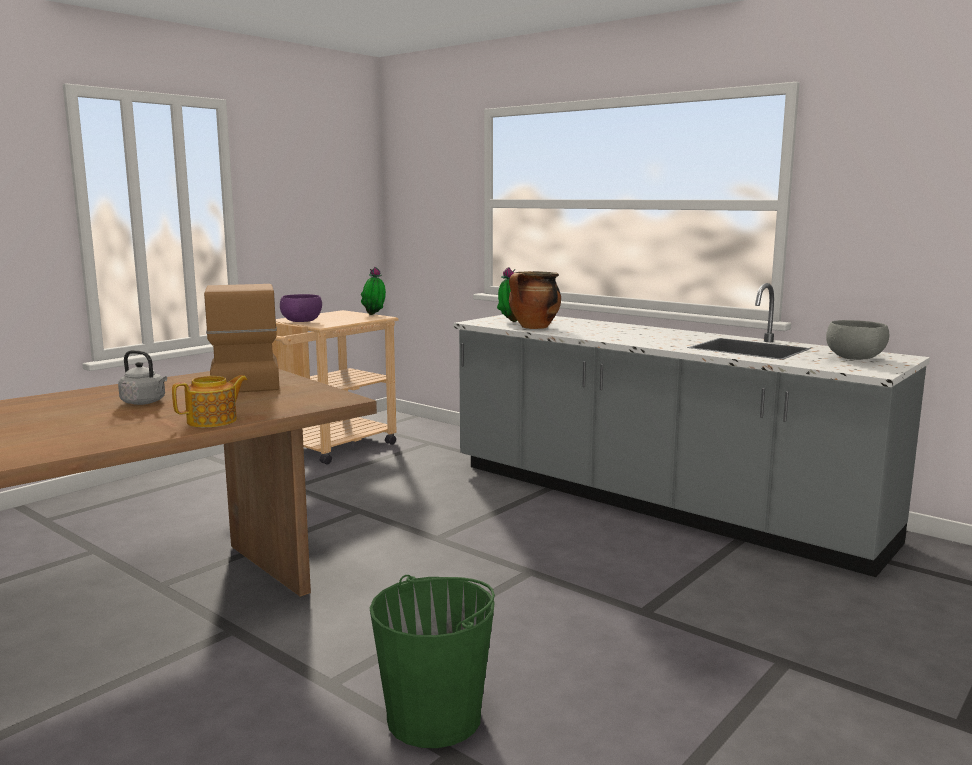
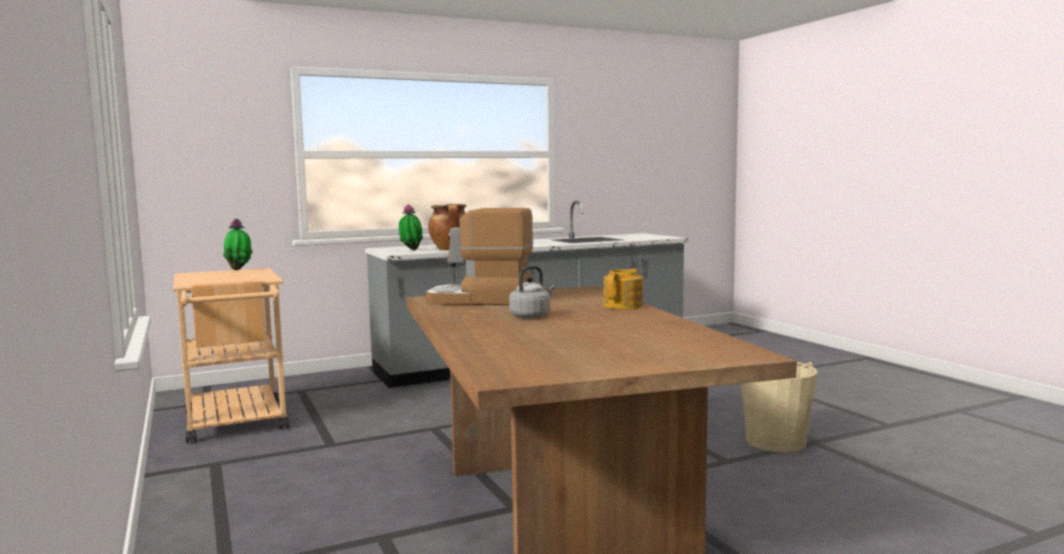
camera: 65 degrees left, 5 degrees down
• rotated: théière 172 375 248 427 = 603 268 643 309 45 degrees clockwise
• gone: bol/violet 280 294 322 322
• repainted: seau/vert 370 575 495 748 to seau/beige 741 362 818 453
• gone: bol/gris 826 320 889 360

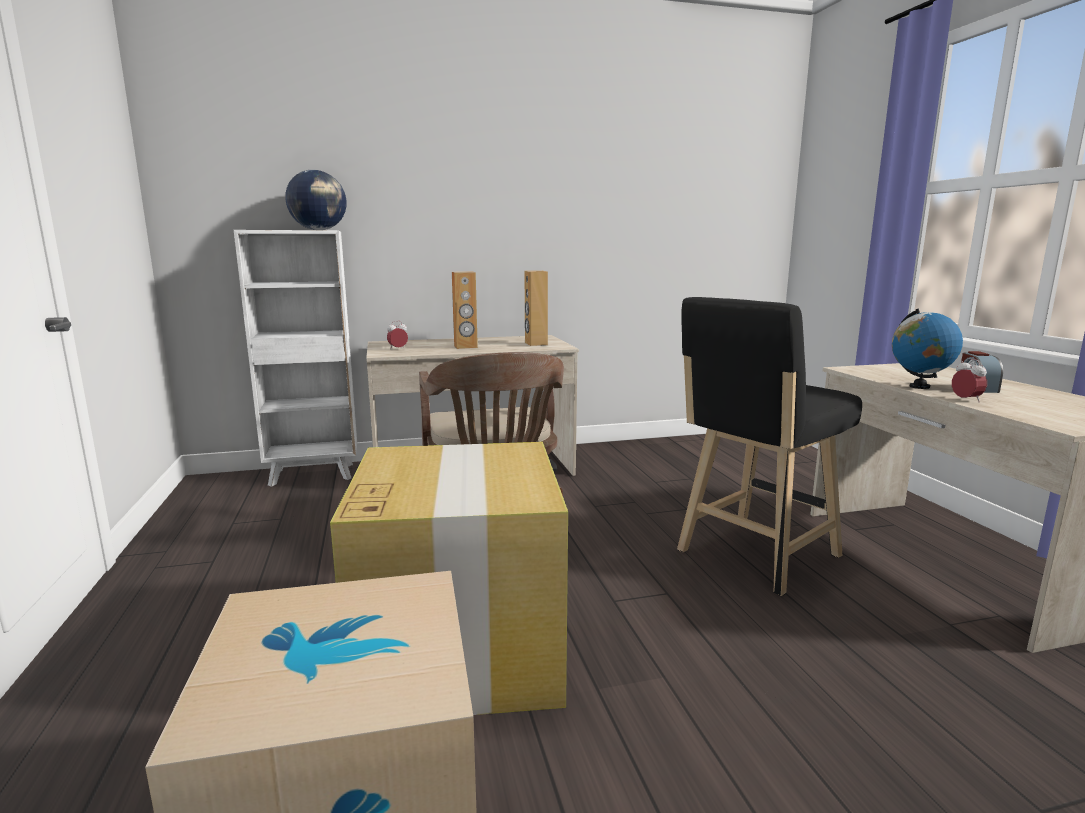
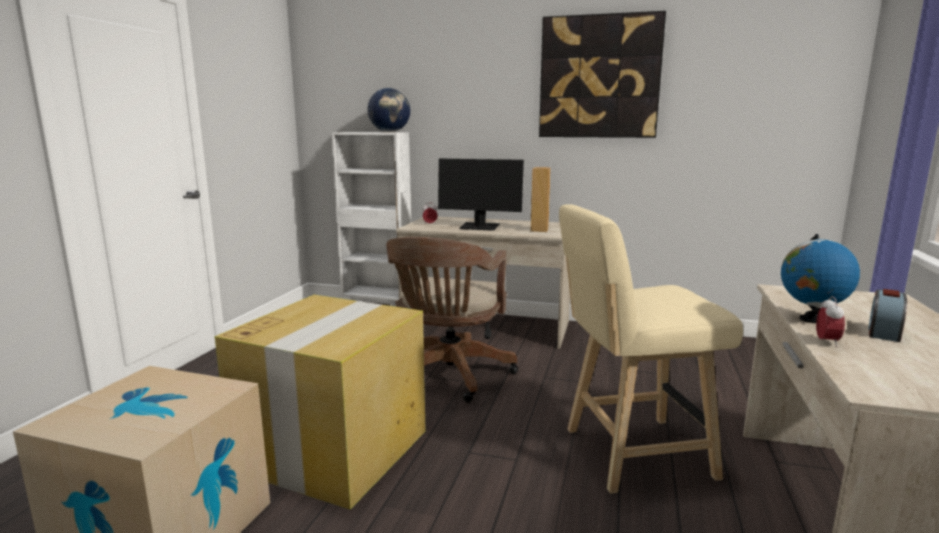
camera: 30 degrees right, 0 degrees up
• swapped: enceinte/marron 452 271 478 349 to écran d'ordinateur 438 158 524 231
• repainted: tabouret/noir 677 297 862 596 to tabouret/beige 559 204 743 494
• new: tableau 539 11 666 138

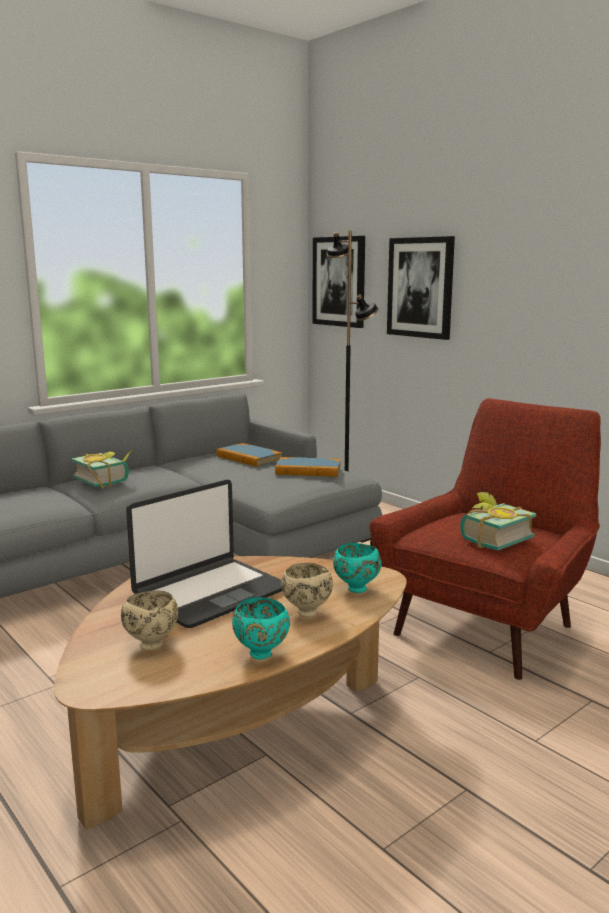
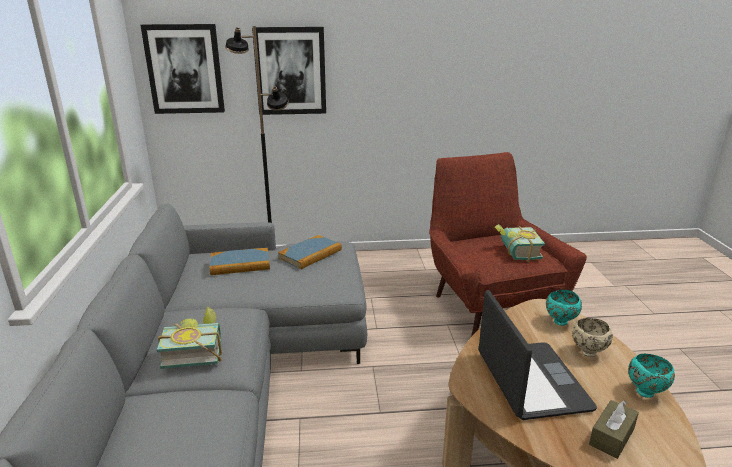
camera: 55 degrees left, 10 degrees up
• swapped: bol/beige 121 590 178 651 to boîte à mouchoirs/marron 589 400 639 459

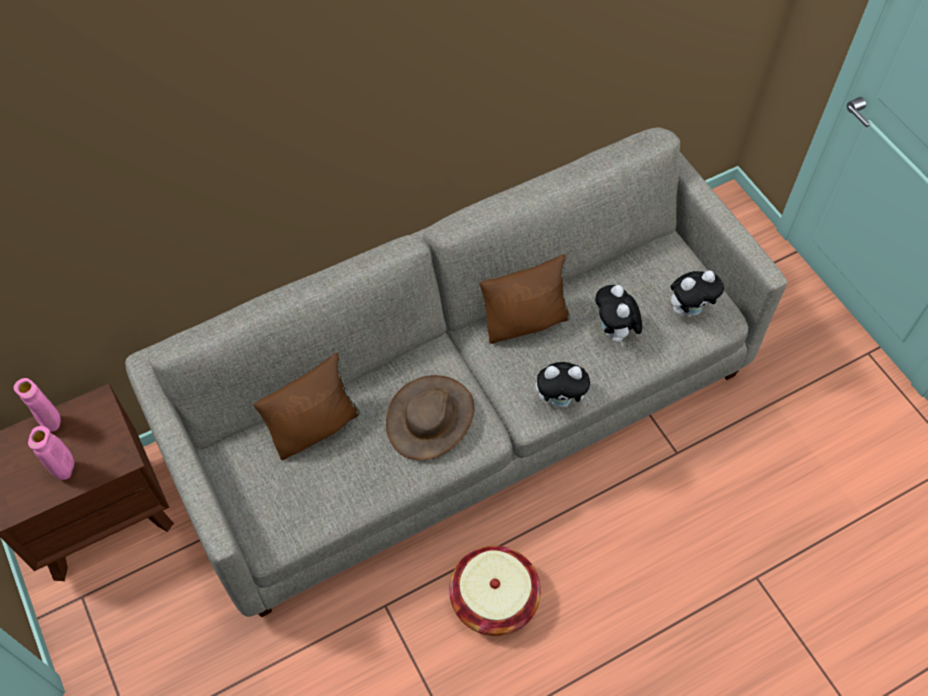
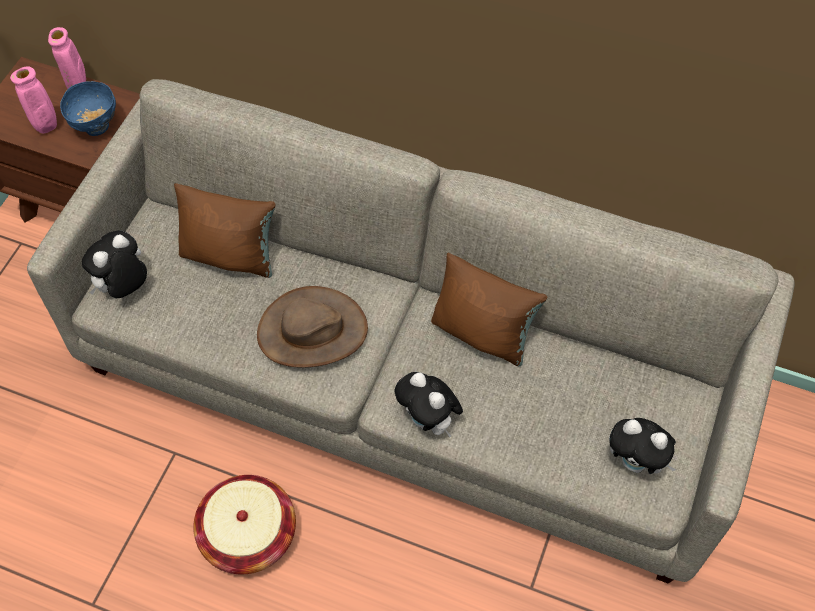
camera: 50 degrees right, 0 degrees up
• shifted: peluche 595 285 642 347 to 82 230 147 298
• new: bol/bleu 60 81 116 136

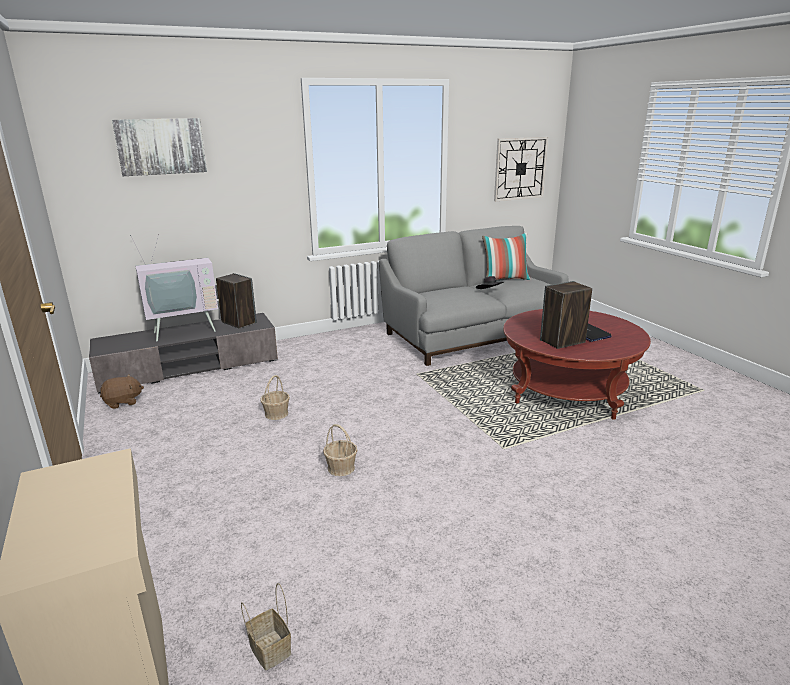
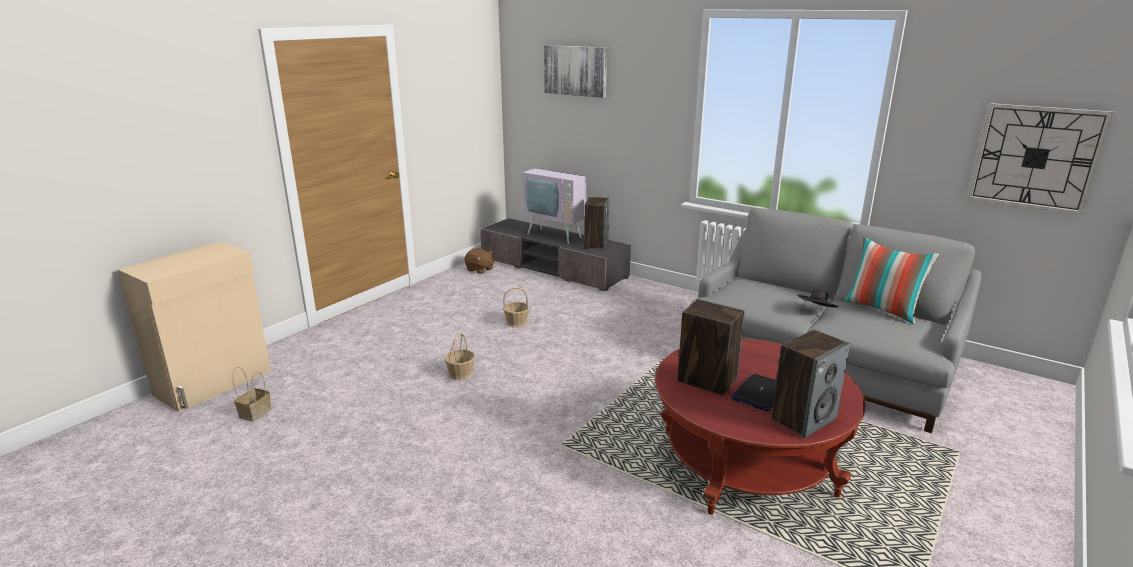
camera: 60 degrees right, 0 degrees up
• new: enceinte 771 330 850 438

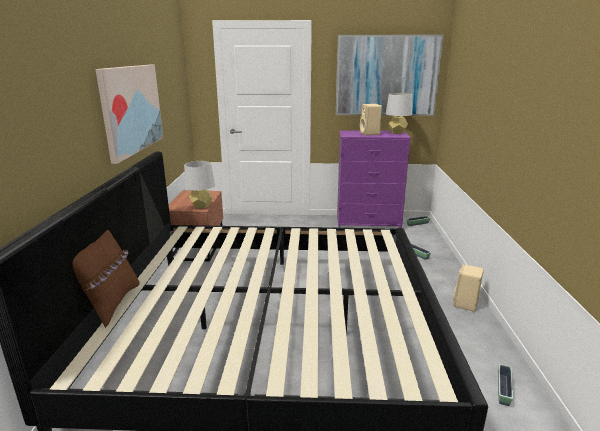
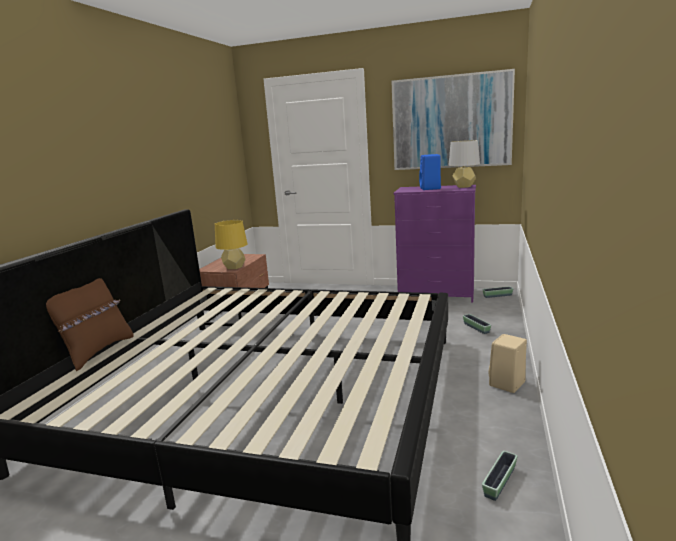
camera: 15 degrees right, 5 degrees down
• gone: tableau 96 65 163 164
• repainted: lampe de table/gris 184 161 215 208 to lampe de table/jaune 215 220 247 269
• repainted: enceinte/beige 360 104 382 135 to enceinte/bleu 419 154 441 190

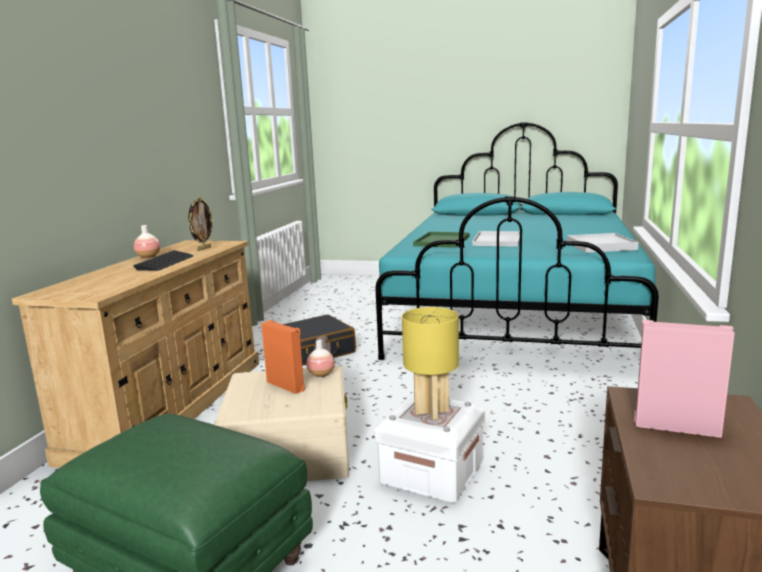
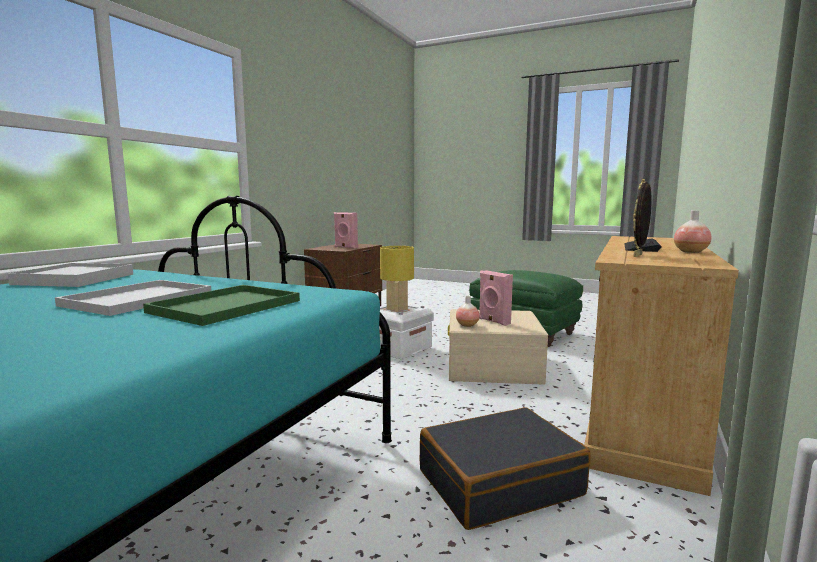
camera: 170 degrees left, 5 degrees down
• repainted: enceinte/orange 261 320 305 394 to enceinte/rose 479 270 513 326

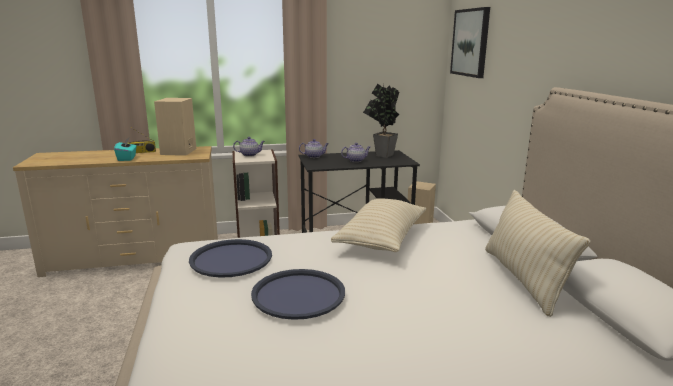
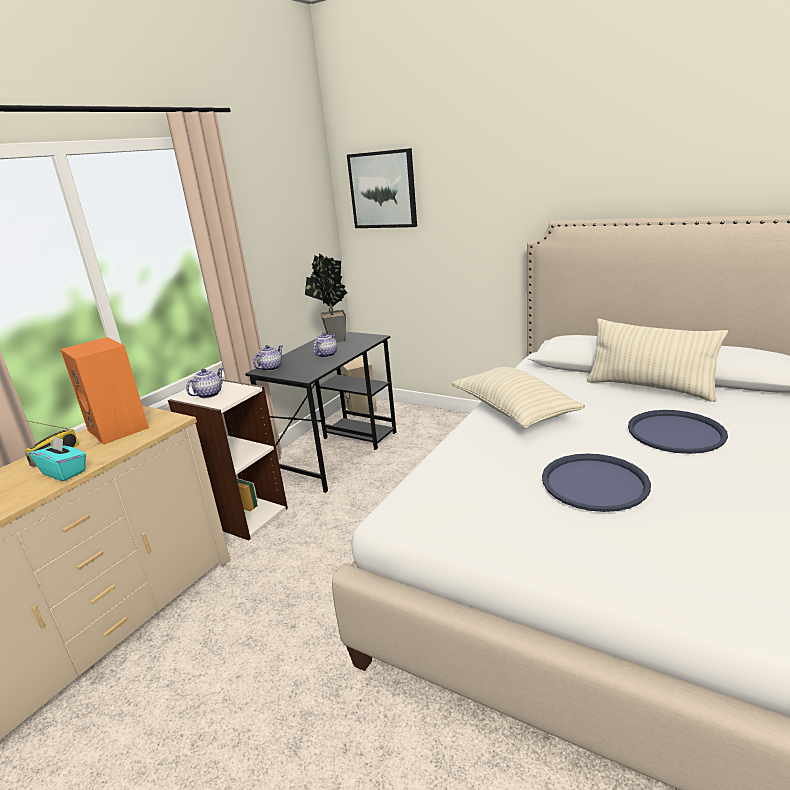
camera: 45 degrees left, 5 degrees up
• repainted: enceinte/beige 154 98 196 156 to enceinte/orange 60 337 149 445
• shifted: plateau/bleu 189 239 272 278 to 628 410 728 454

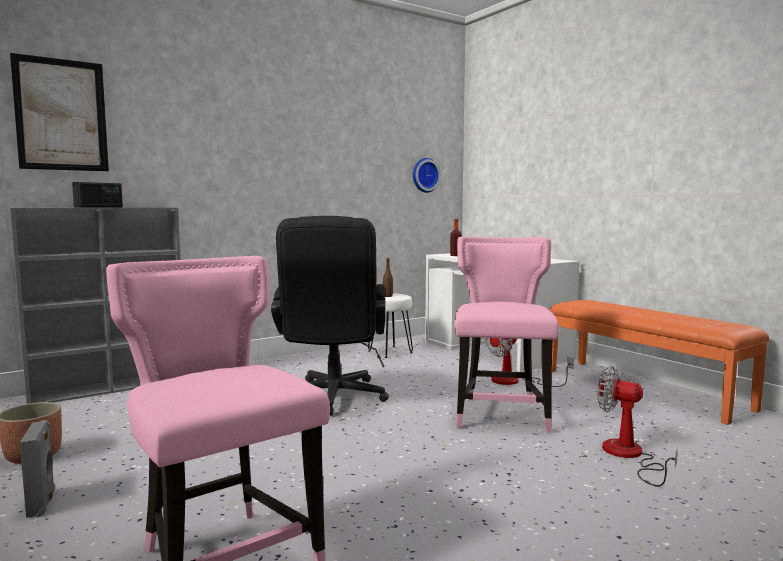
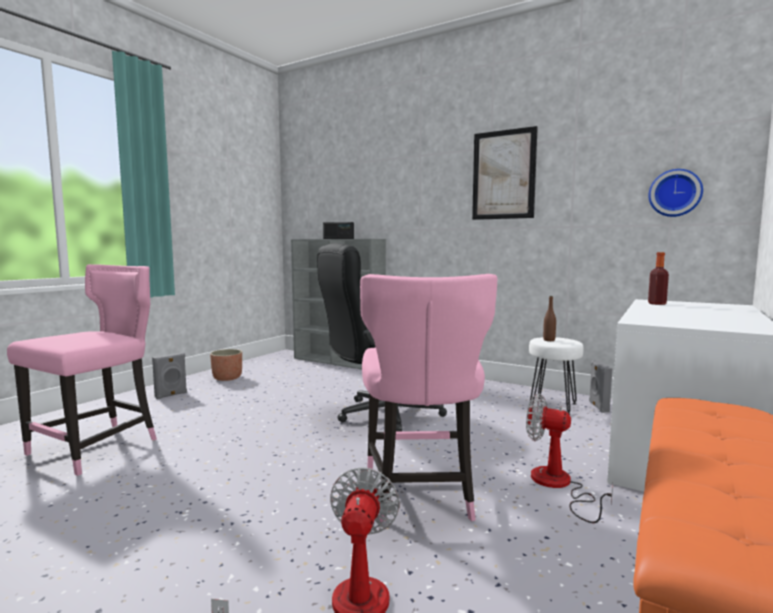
camera: 65 degrees right, 0 degrees up
• shifted: tableau 10 53 109 171 to 472 126 538 220
• rotated: chaise/rose 454 237 559 432 = 360 274 497 523 105 degrees clockwise
• new: enceinte/gris 589 360 612 413

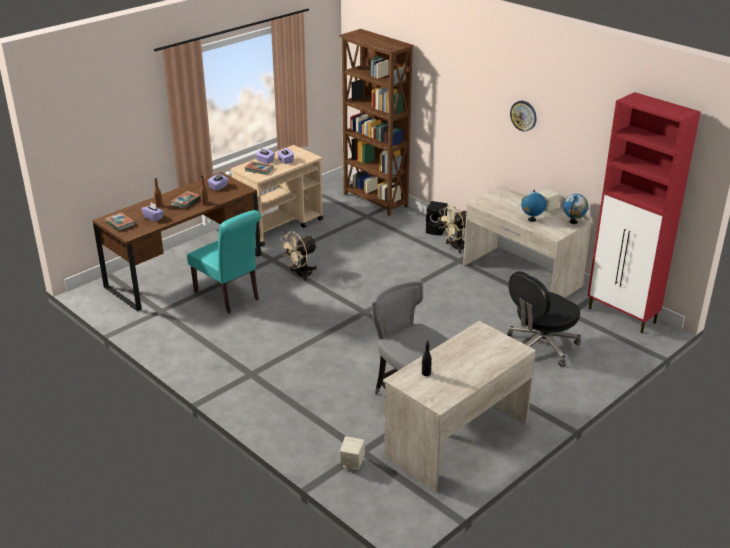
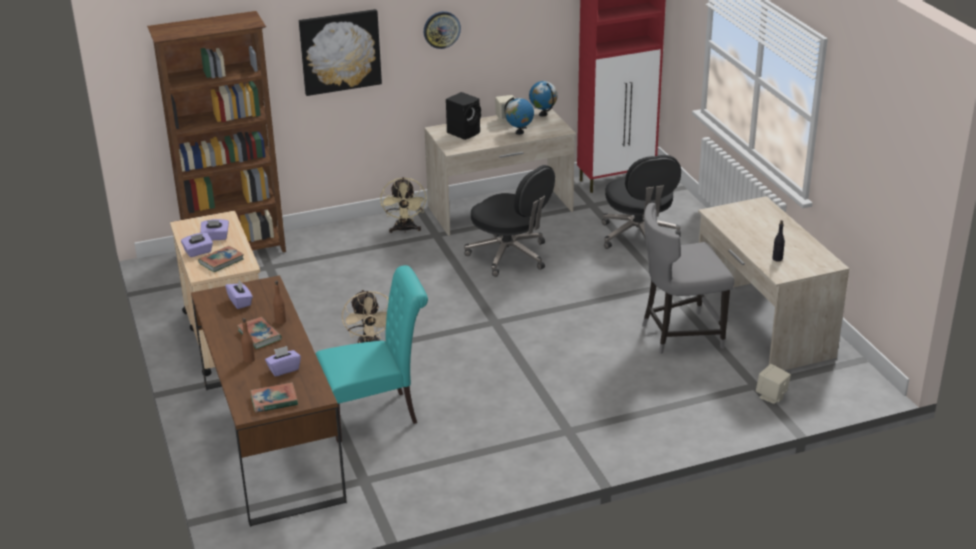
camera: 65 degrees left, 0 degrees up
• shifted: enceinte/noir 426 201 448 236 to 446 92 481 140
• new: tableau 299 9 382 96
• new: chaise de bureau/noir 464 165 555 277

